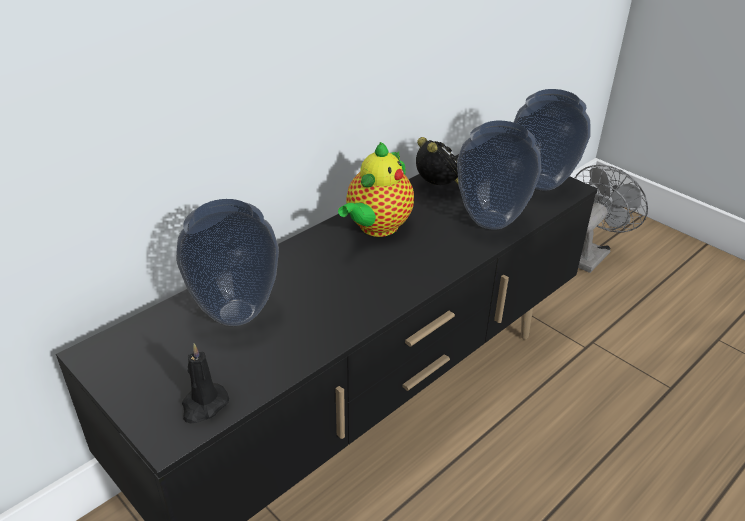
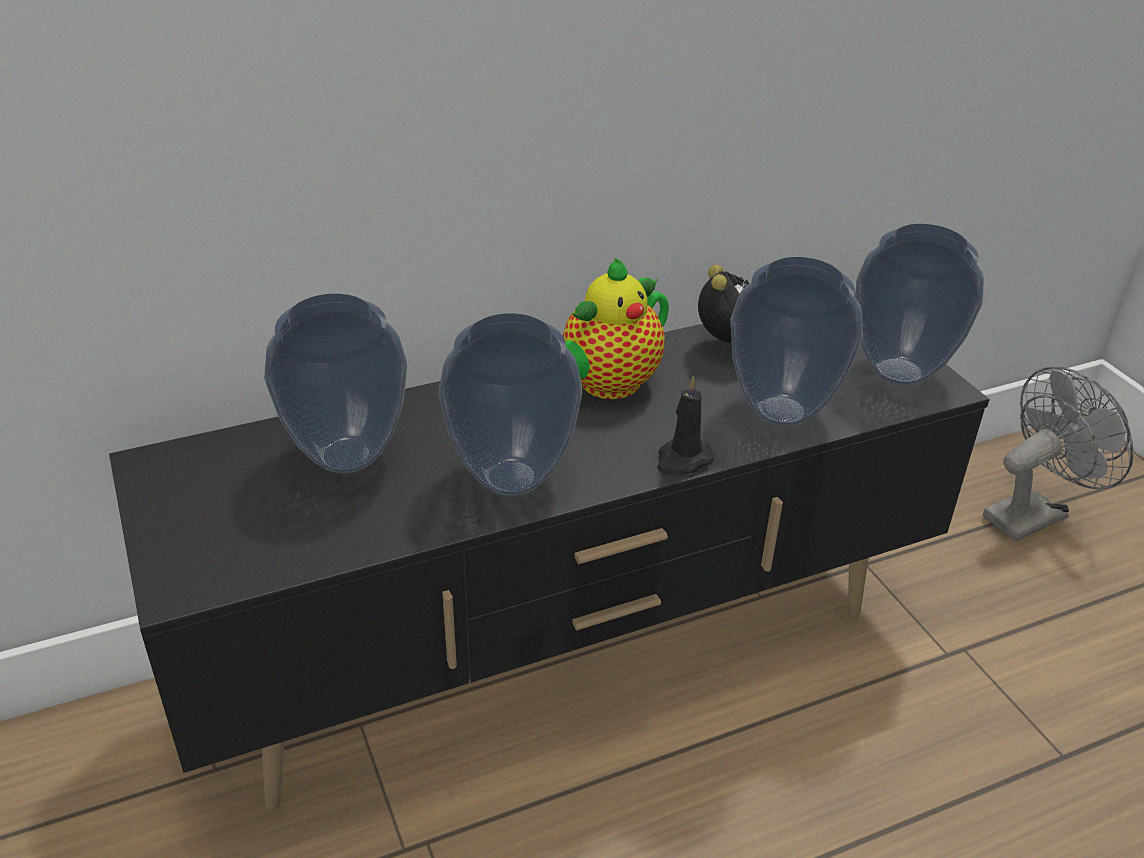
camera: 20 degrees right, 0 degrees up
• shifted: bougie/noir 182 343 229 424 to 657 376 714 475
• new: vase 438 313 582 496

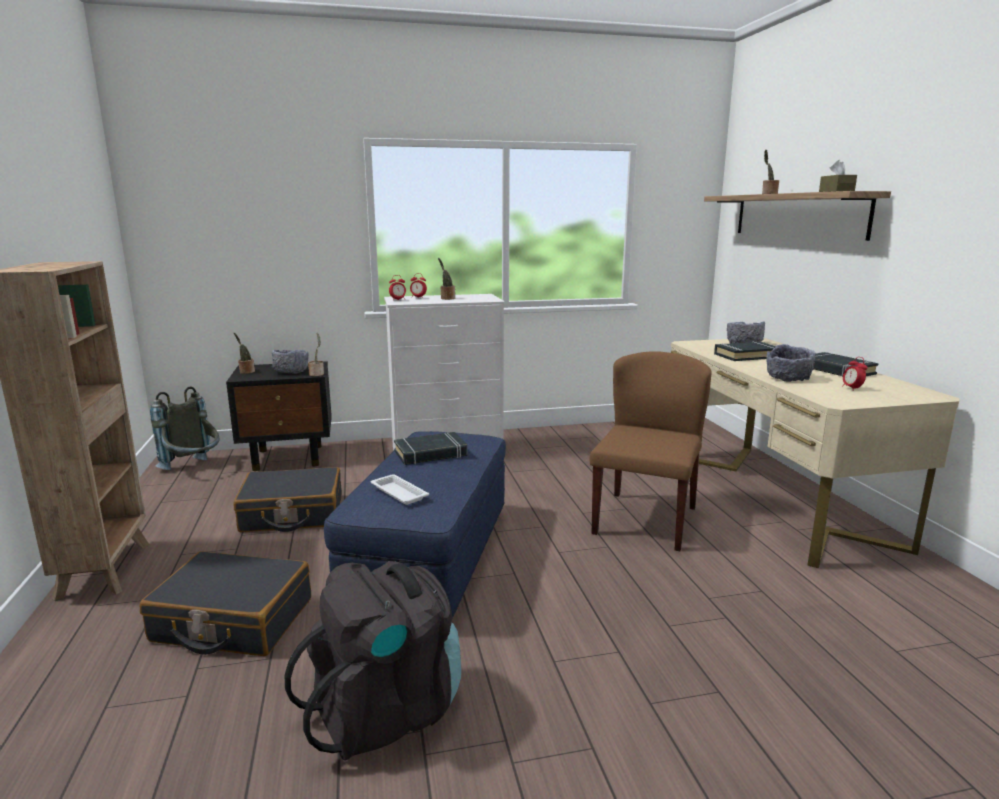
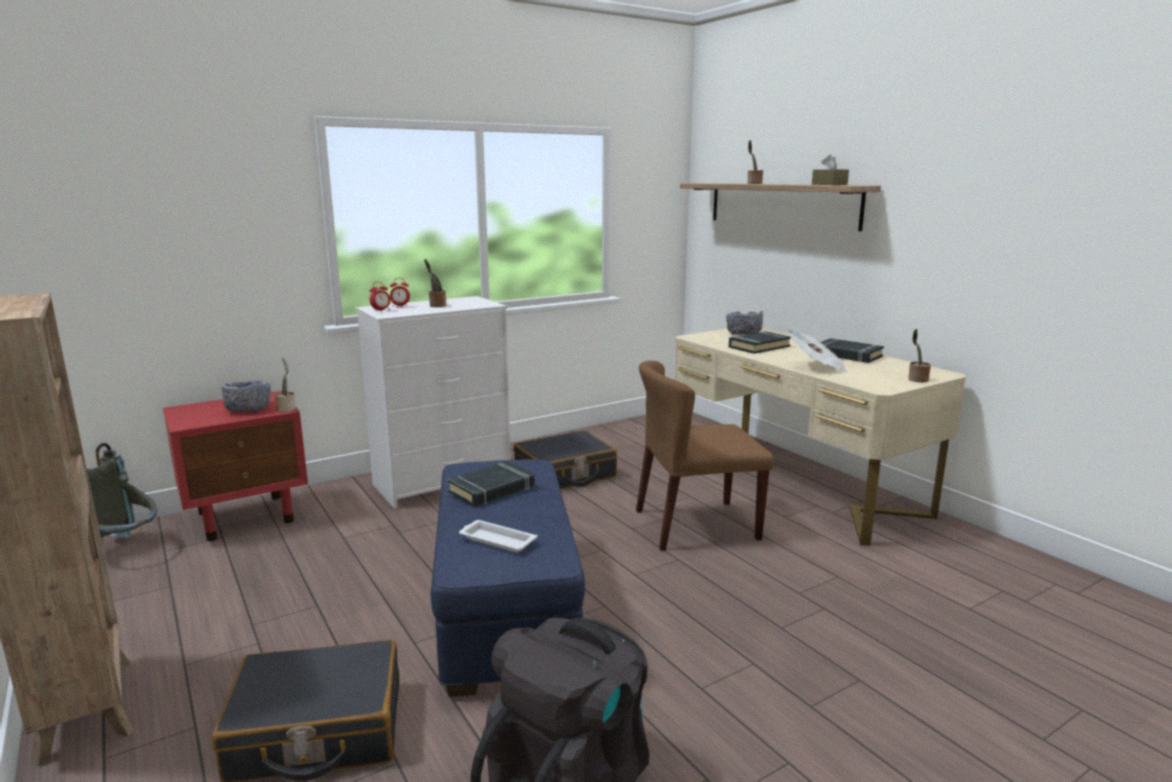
camera: 20 degrees left, 0 degrees up
• repainted: table de chevet/noir 226 361 332 471 to table de chevet/rouge 163 391 308 541
• shifted: plante en pot 234 332 255 374 to 908 329 931 383
• shifted: valise/noir 234 467 342 532 to 514 430 617 489
• rotated: chaise/marron 590 351 712 551 = 636 361 774 551 105 degrees counterclockwise
• swapped: bol/gris 766 344 816 382 to journal 787 329 848 373
• gone: réveil 842 357 867 391

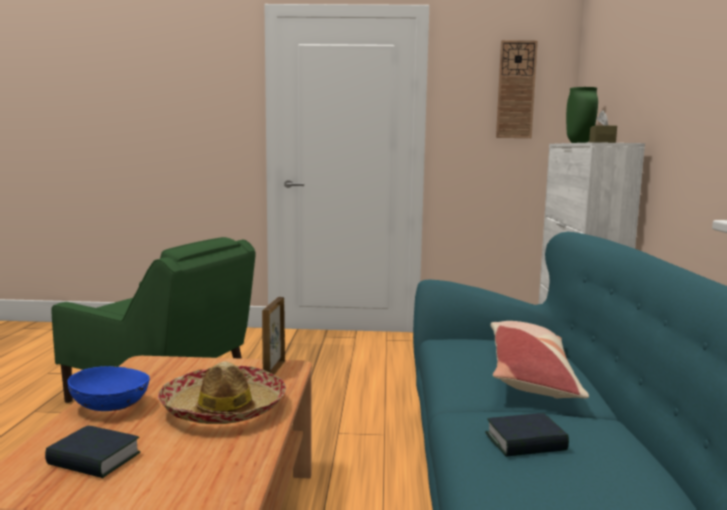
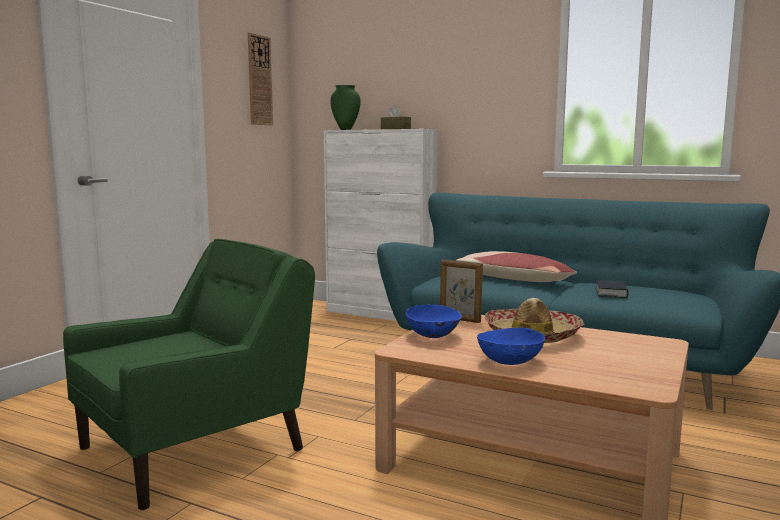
camera: 65 degrees left, 0 degrees up
• gone: livre 45 425 140 478
• new: bol/bleu 406 304 462 338

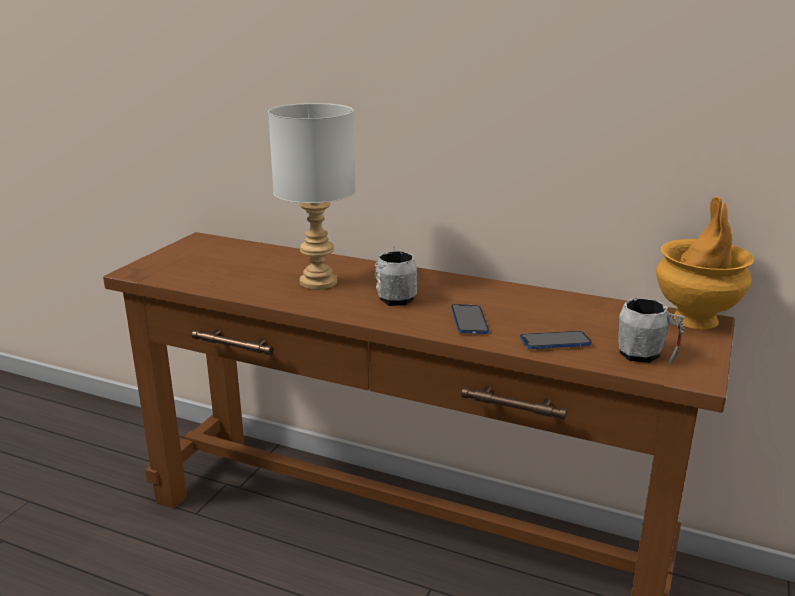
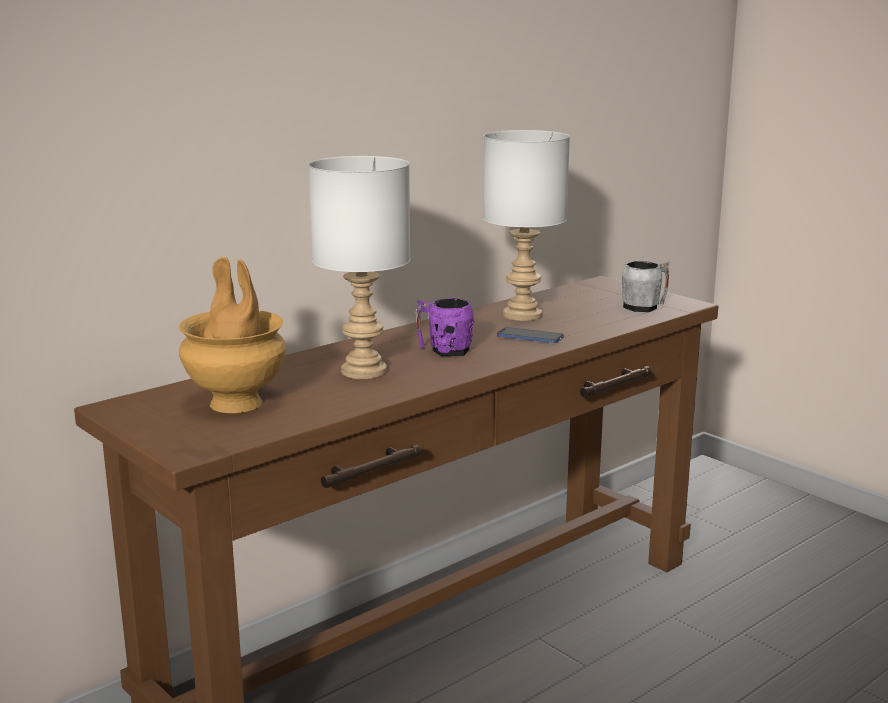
camera: 65 degrees left, 5 degrees down
• repainted: mug/gris 374 246 417 306 to mug/violet 416 298 474 356
• gone: téléphone 520 331 592 349
• shifted: vase/marron 656 197 754 329 to 178 257 286 413
• new: lampe de table/gris 483 130 570 321

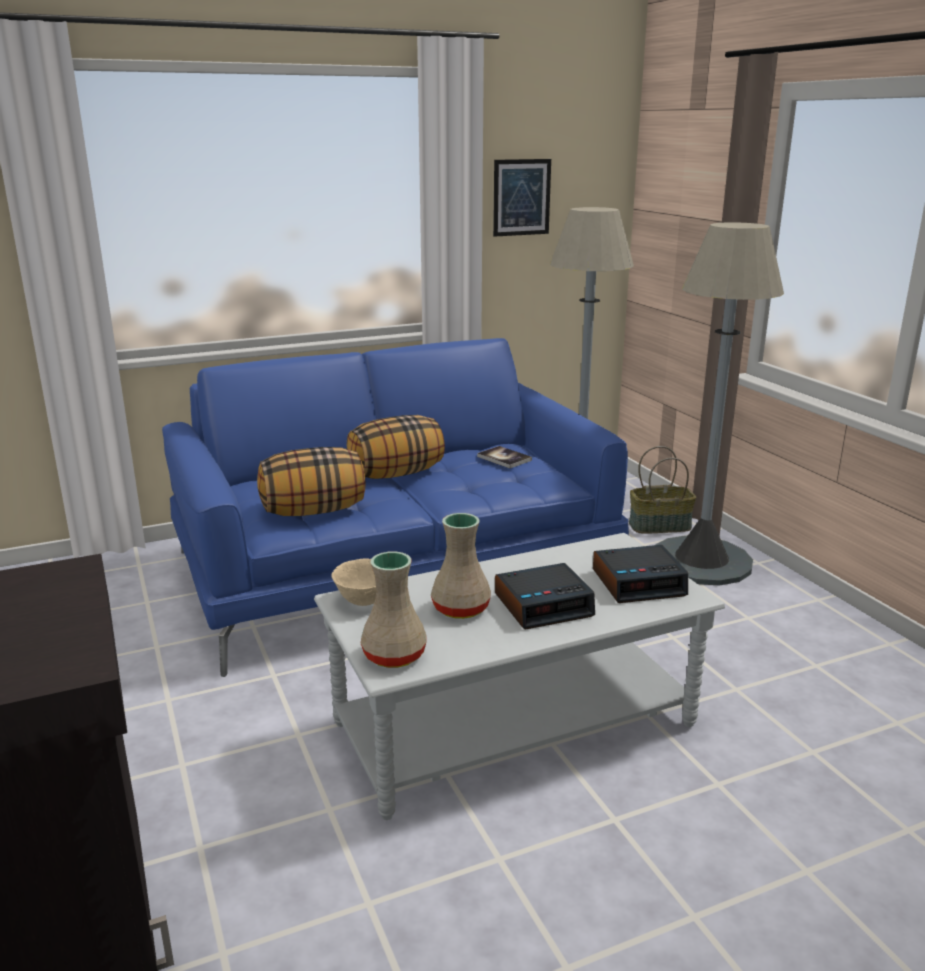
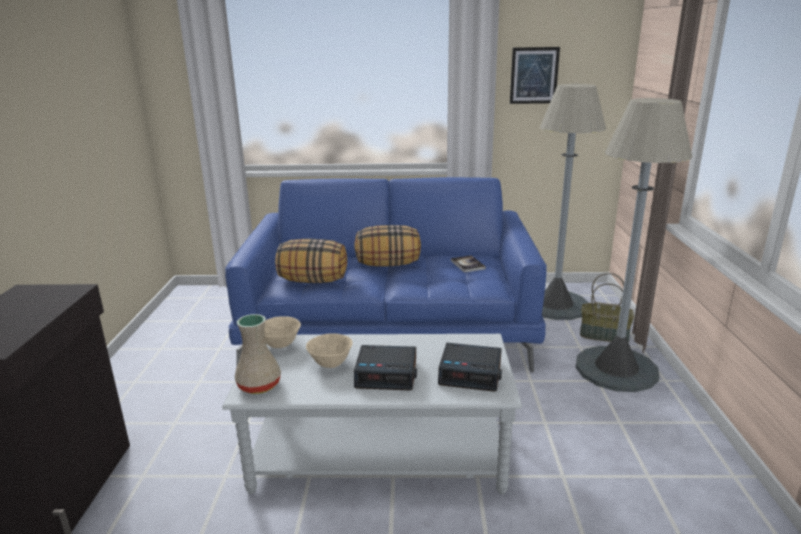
camera: 25 degrees right, 0 degrees up
• swapped: vase/beige 431 513 491 619 to bol/beige 306 333 353 368

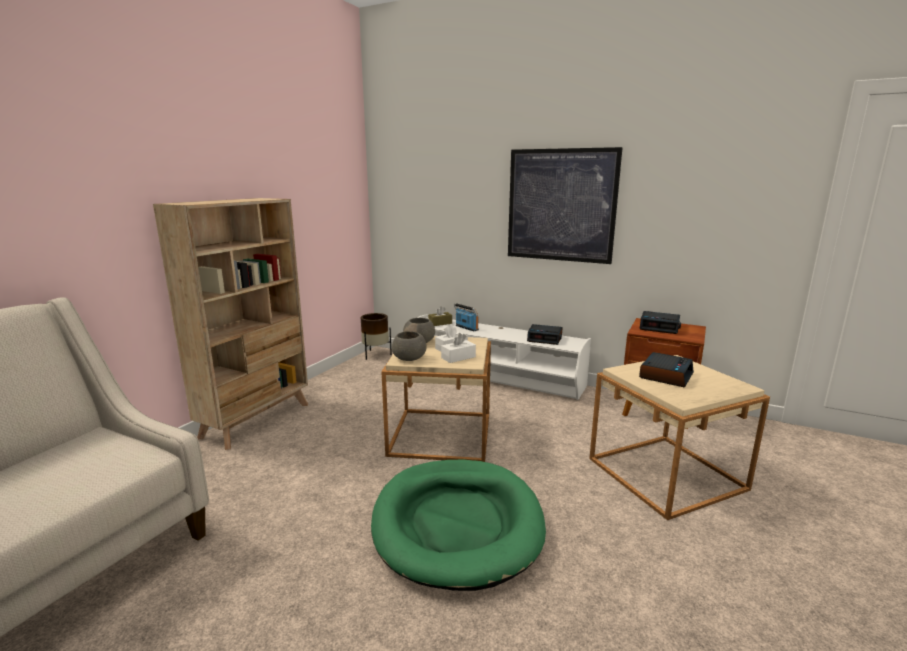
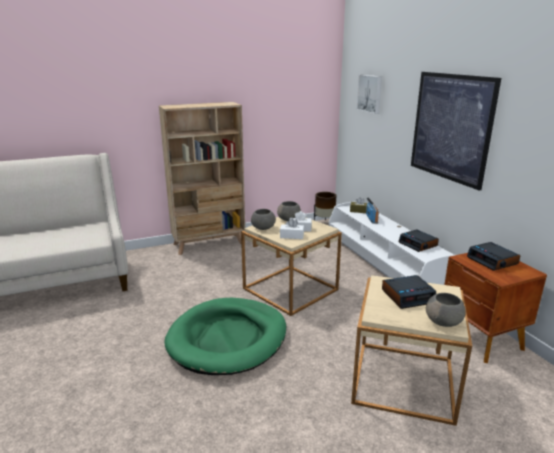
camera: 40 degrees right, 5 degrees up
• new: tableau 356 74 382 114
• new: bol/gris 426 293 466 327

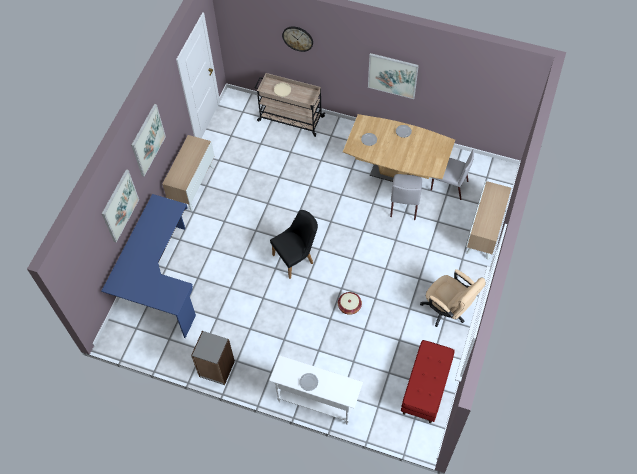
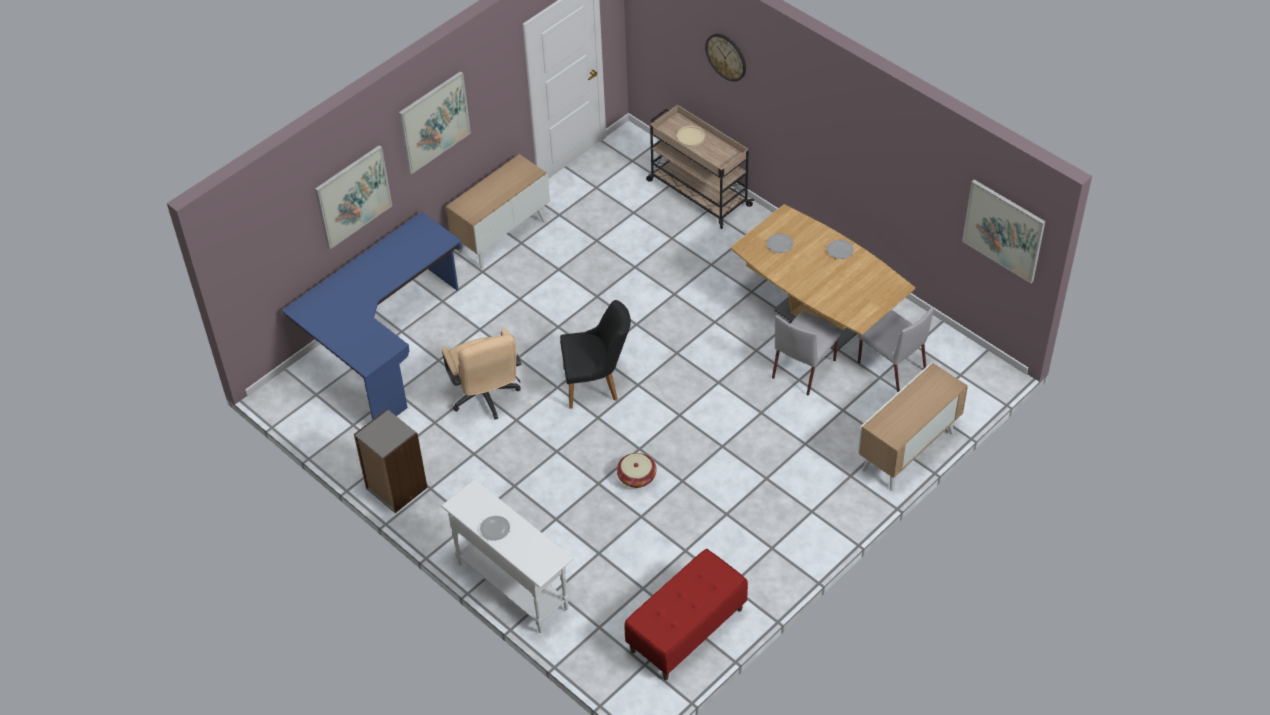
camera: 25 degrees right, 10 degrees down
• shifted: tableau 368 53 419 99 to 962 179 1046 283
• shifted: chaise de bureau/beige 420 269 486 327 to 442 328 521 419

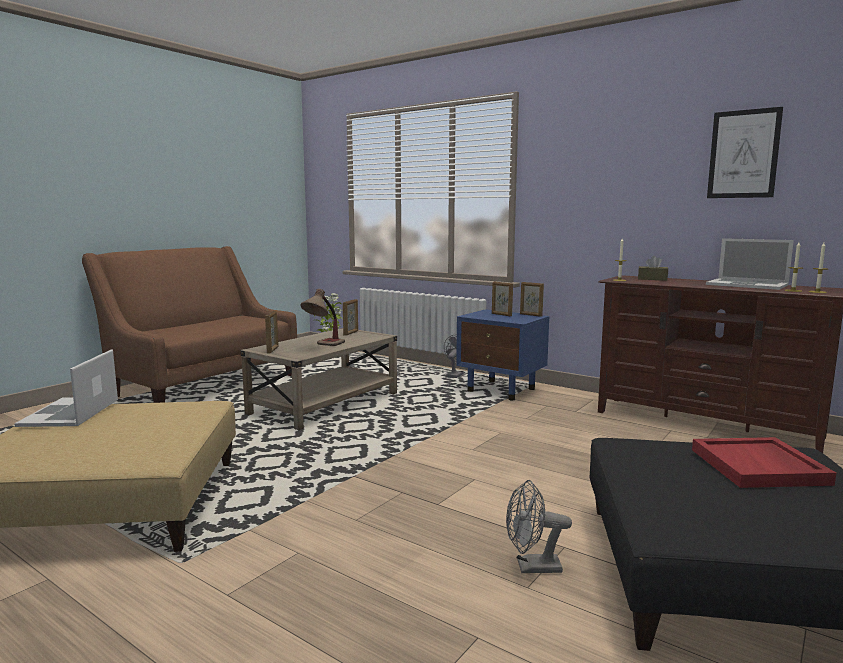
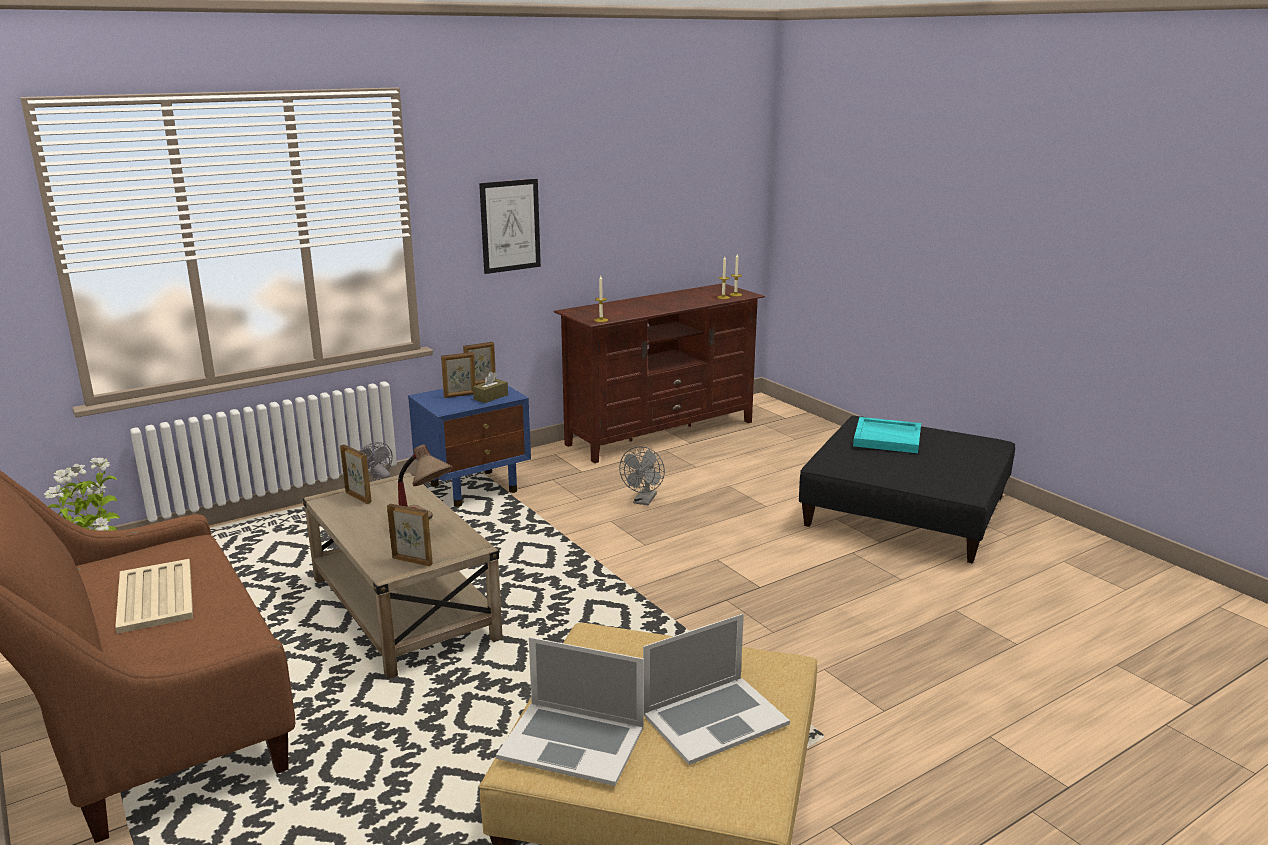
camera: 70 degrees left, 10 degrees up
• shifted: ventilateur/gris 506 480 572 573 to 619 446 665 505
• shifted: boîte à mouchoirs/marron 638 256 668 281 to 473 372 508 403
• repainted: plateau/rouge 692 437 836 488 to plateau/turquoise 853 417 921 453
• shifted: ordinateur portable 706 238 794 290 to 643 614 790 765
• shifted: tableau 707 107 783 198 to 479 179 541 274
• new: plateau/beige 115 559 193 634

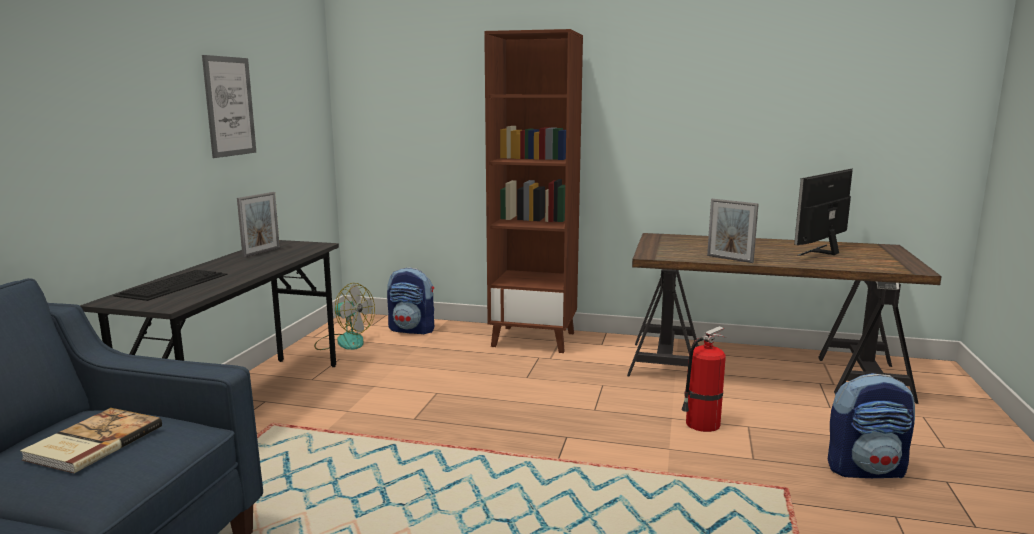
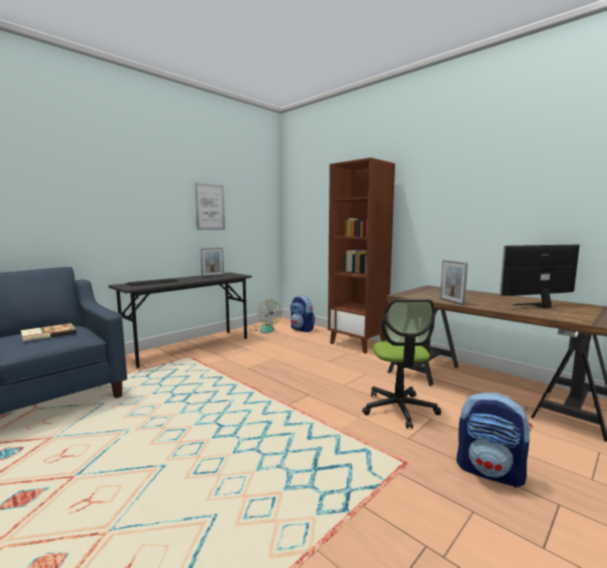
camera: 30 degrees right, 5 degrees down
• swapped: extincteur 681 326 726 432 to chaise de bureau 362 299 441 429

